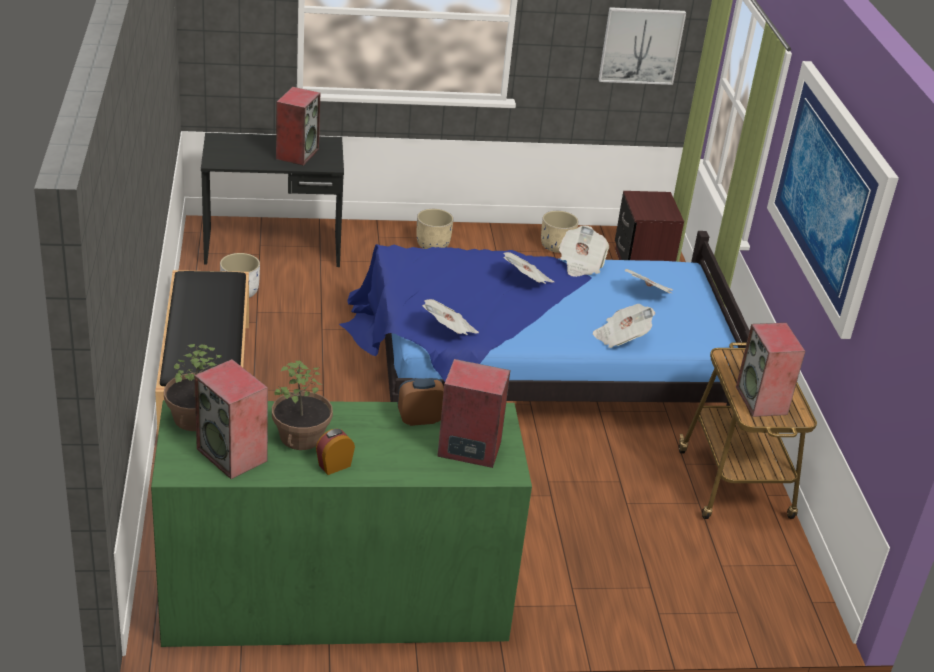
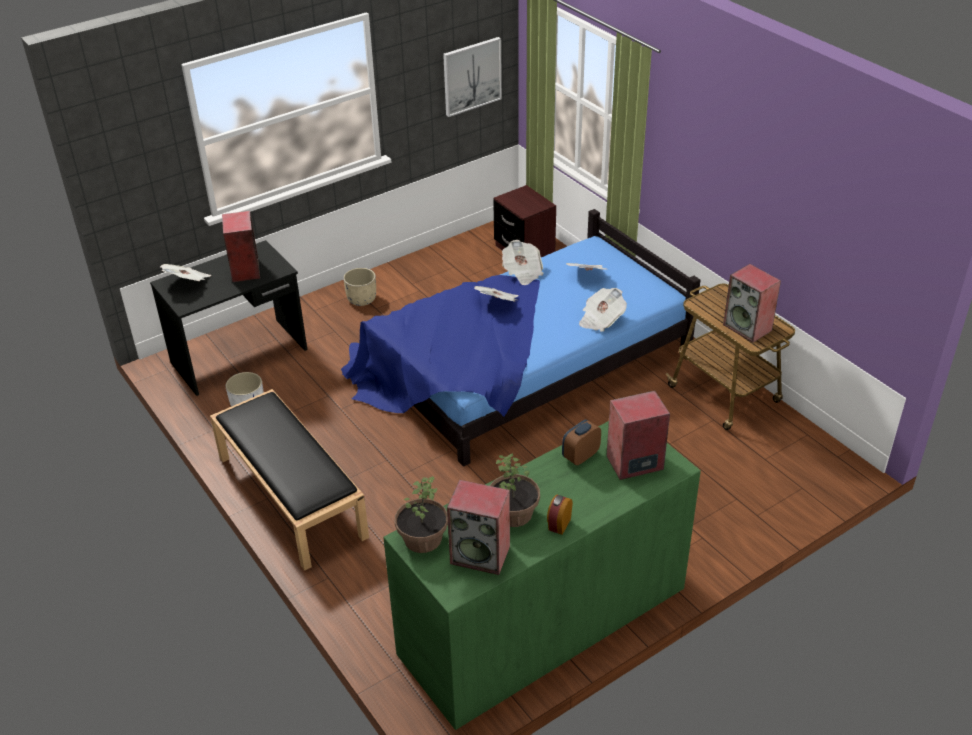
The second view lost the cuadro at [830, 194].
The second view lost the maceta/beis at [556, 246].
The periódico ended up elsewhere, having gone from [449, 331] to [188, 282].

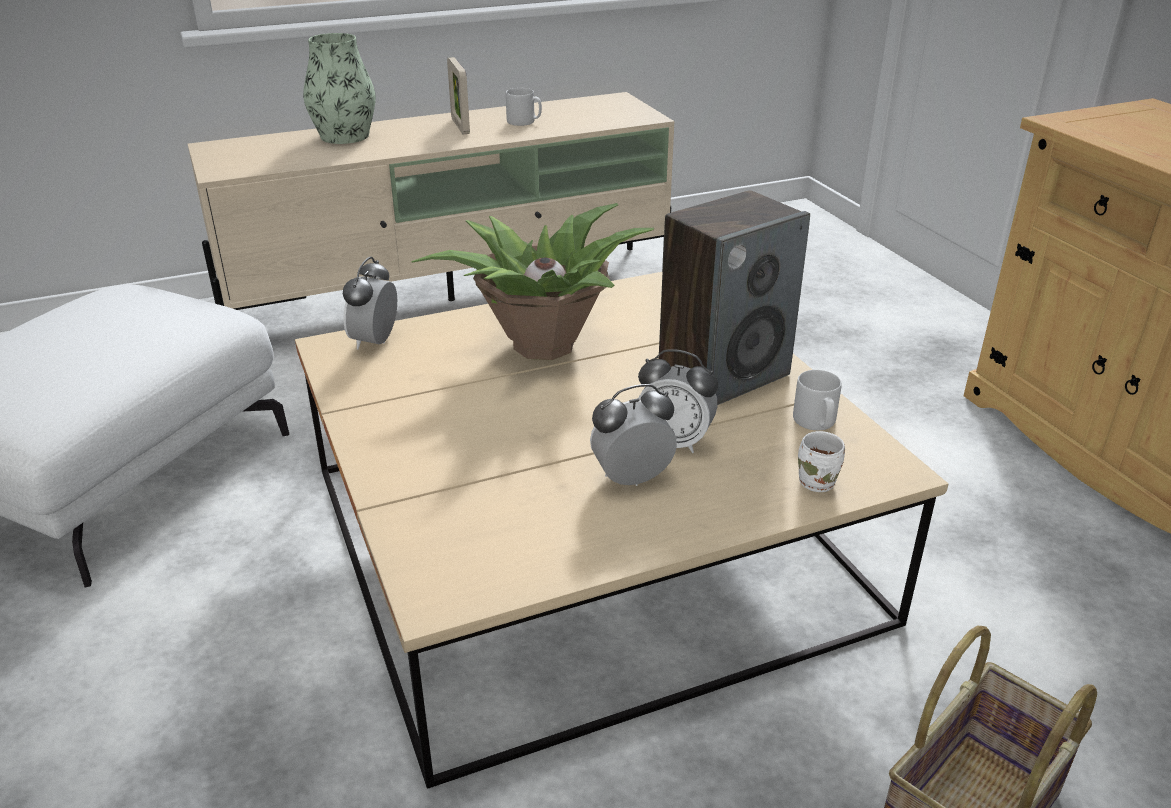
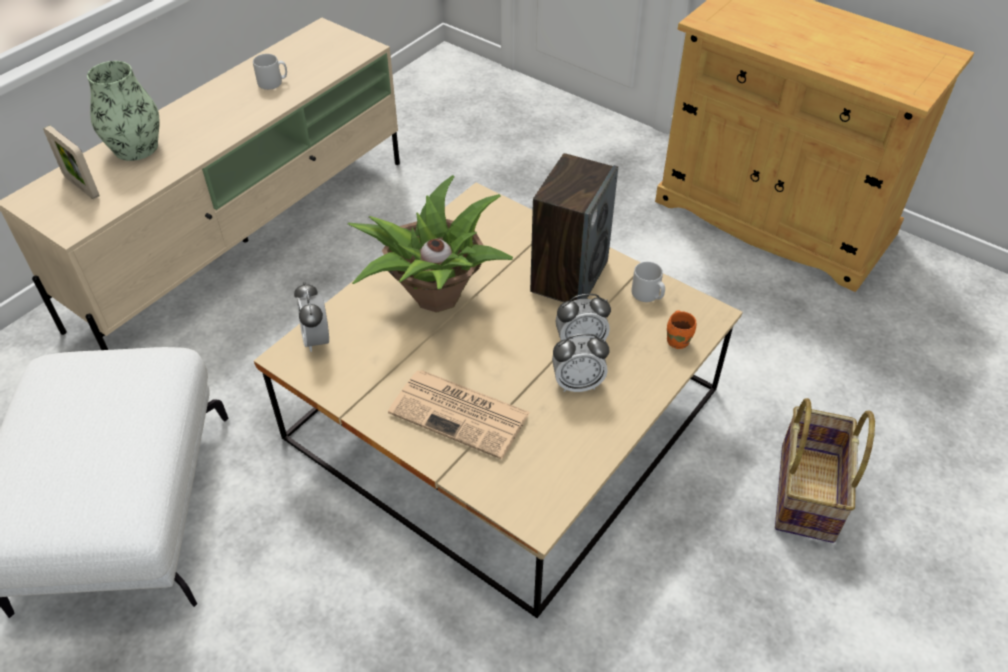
The portarretratos ended up elsewhere, having gone from [460, 126] to [81, 186].
The despertador at [632, 479] ended up facing another way, 135 degrees counterclockwise from before.
What was the taza grande/blanco at [819, 482] turned into the taza grande/naranja at [678, 340].
The second view gained the periódico at [461, 413].

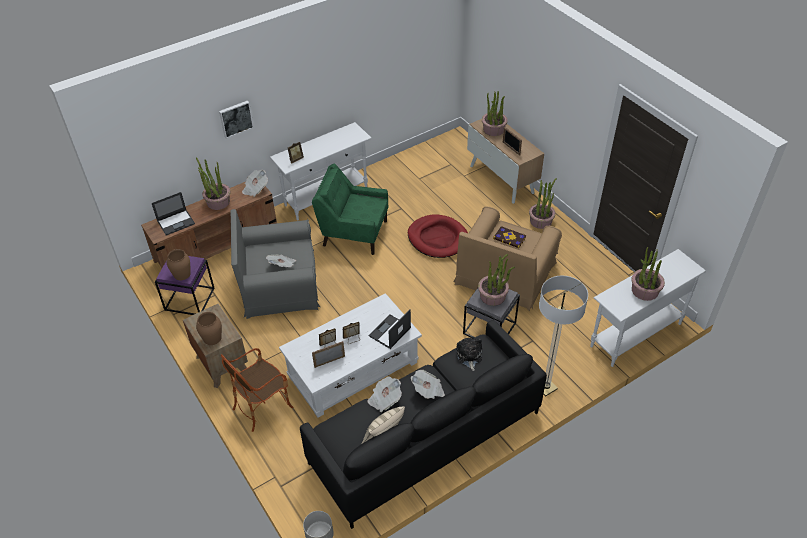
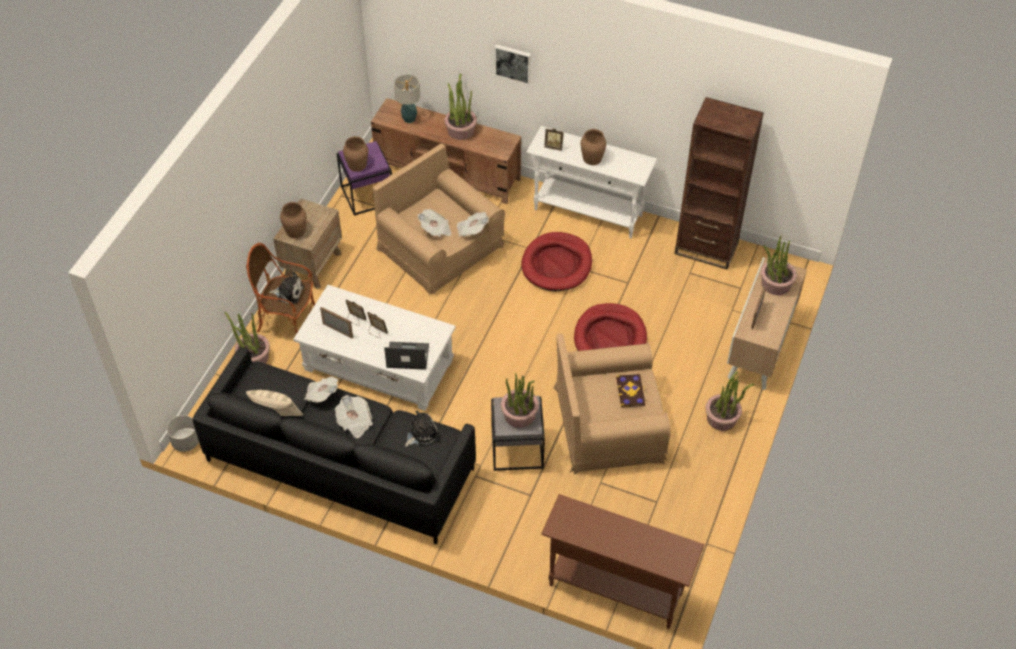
Where the sillón/verde stood at [354, 233], the cama para perro/rojo came to stand at [557, 264].
The periódico ended up elsewhere, having gone from [255, 189] to [472, 230].
Where the portátil stood at [176, 222], the lámpara de mesa came to stand at [409, 119].
What was the sillón/gris at [280, 283] turned into the sillón/marrón at [440, 247].
The planta en maceta ended up elsewhere, having gone from [644, 290] to [253, 357].
What was the mesa consola/blanco at [635, 335] turned into the mesa consola/marrón at [615, 589].
The second view lost the lámpara de pie at [546, 387].
The second view gained the estantería/marrón at [706, 248].
The second view gained the florero/marrón at [592, 158].
The second view gained the peluche at [288, 292].

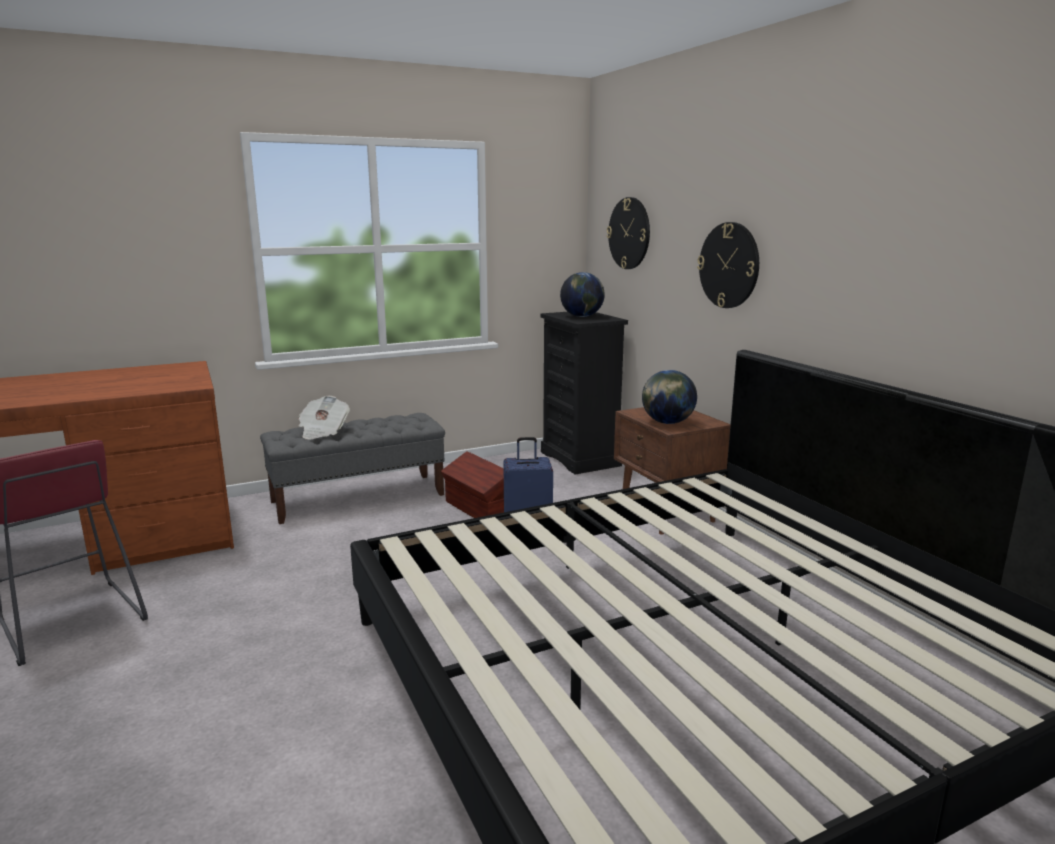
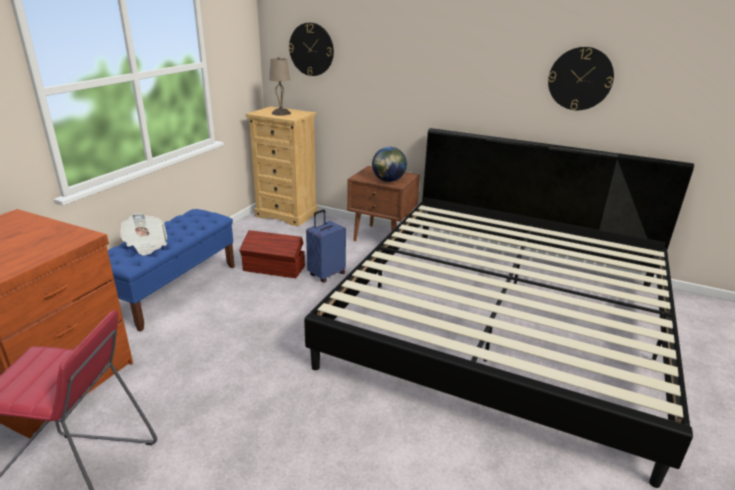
The reloj de pared ended up elsewhere, having gone from [729, 265] to [580, 79].
Where the globo terráqueo stood at [582, 316], the lámpara de mesa/beis came to stand at [281, 113].
What was the cómoda/negro at [580, 459] turned into the cómoda/beis at [287, 214].
What was the banco/gris at [359, 498] turned into the banco/azul at [173, 289].

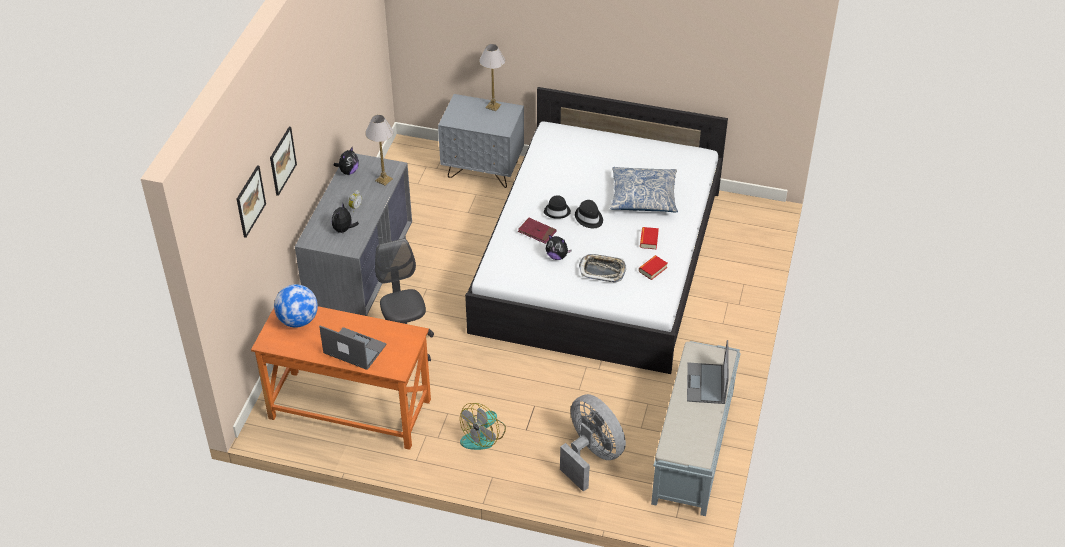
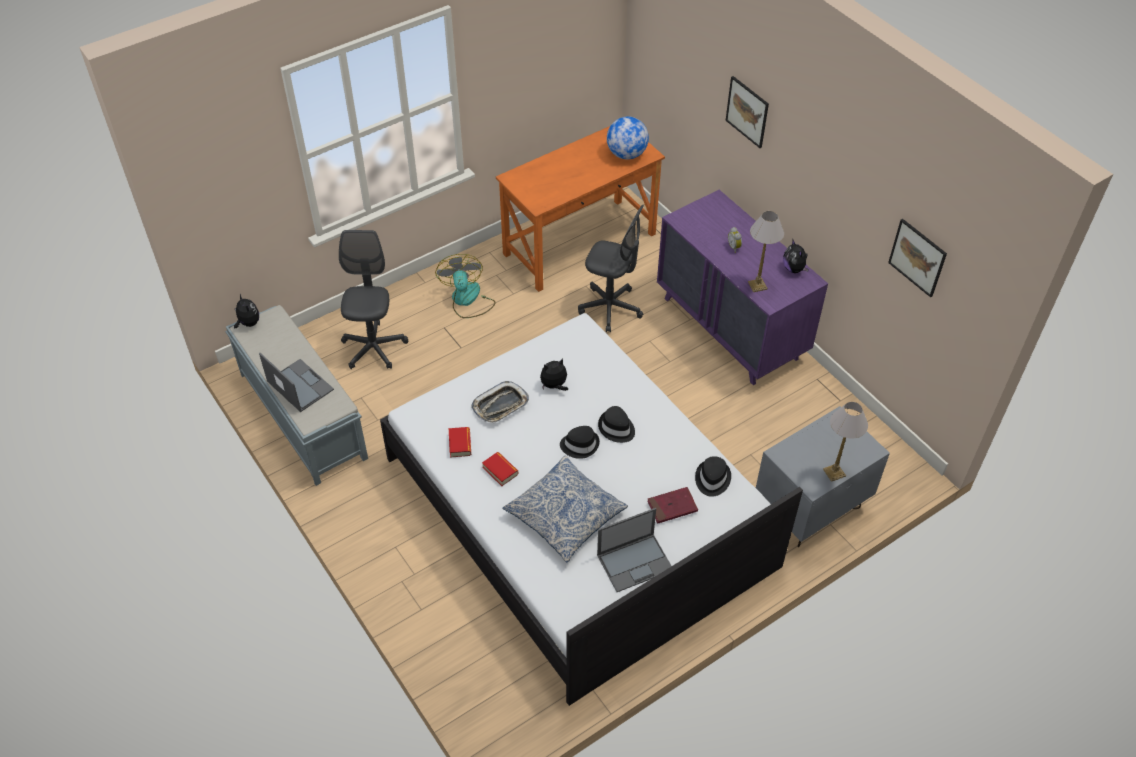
What was the cómoda/gris at [361, 275] turned into the cómoda/morado at [731, 329].
The cuadro ended up elsewhere, having gone from [250, 201] to [917, 257].
The peluche ended up elsewhere, having gone from [344, 229] to [248, 323].
The libro/rojo ended up elsewhere, having gone from [537, 232] to [672, 506].
The portátil ended up elsewhere, having gone from [354, 349] to [635, 562].
Where the ventilador/gris stood at [591, 456], the silla de oficina/gris came to stand at [374, 348].
The second view gained the sombrero/negro at [712, 479].

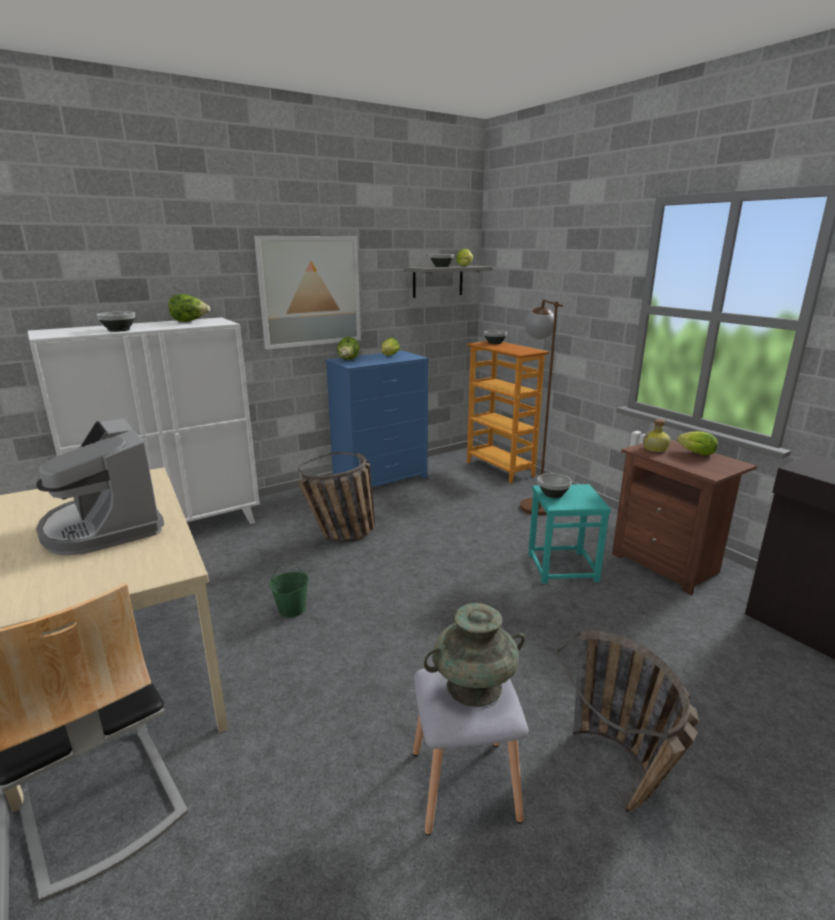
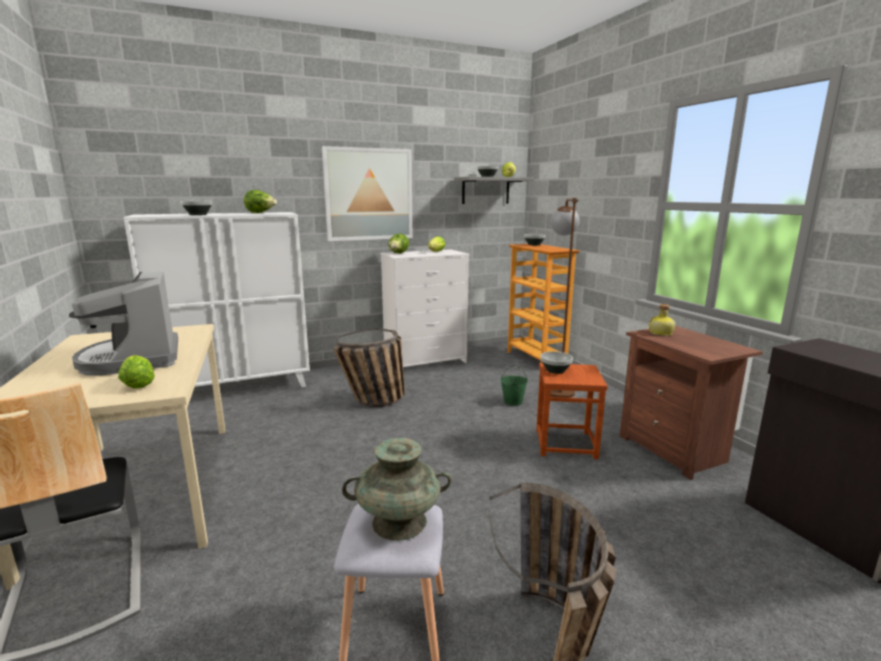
What was the cómoda/azul at [381, 479] turned into the cómoda/blanco at [426, 361].
The lechuga ended up elsewhere, having gone from [694, 453] to [138, 384].
What was the taburete/turquesa at [562, 567] turned into the taburete/marrón at [565, 443].
The cubo/verde ended up elsewhere, having gone from [292, 609] to [513, 401].

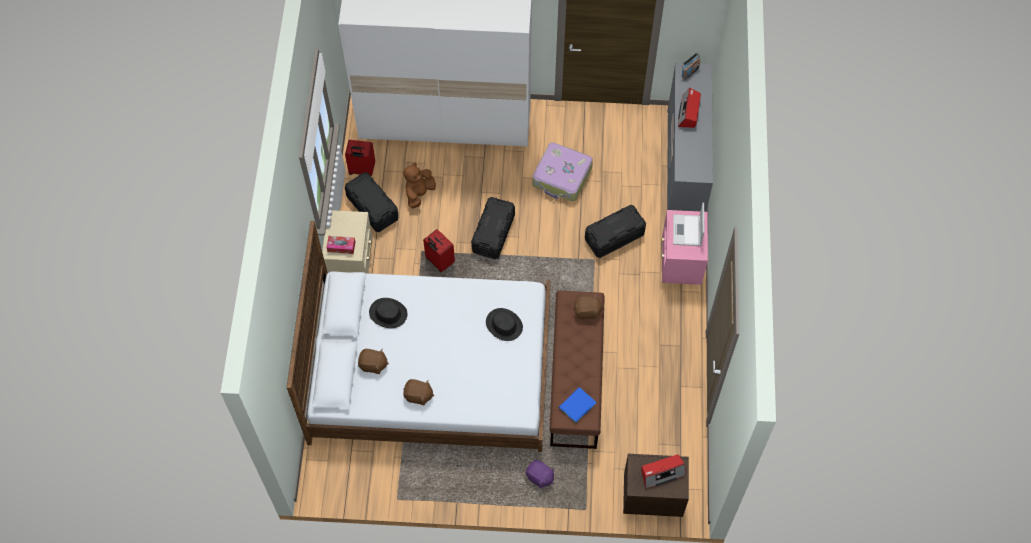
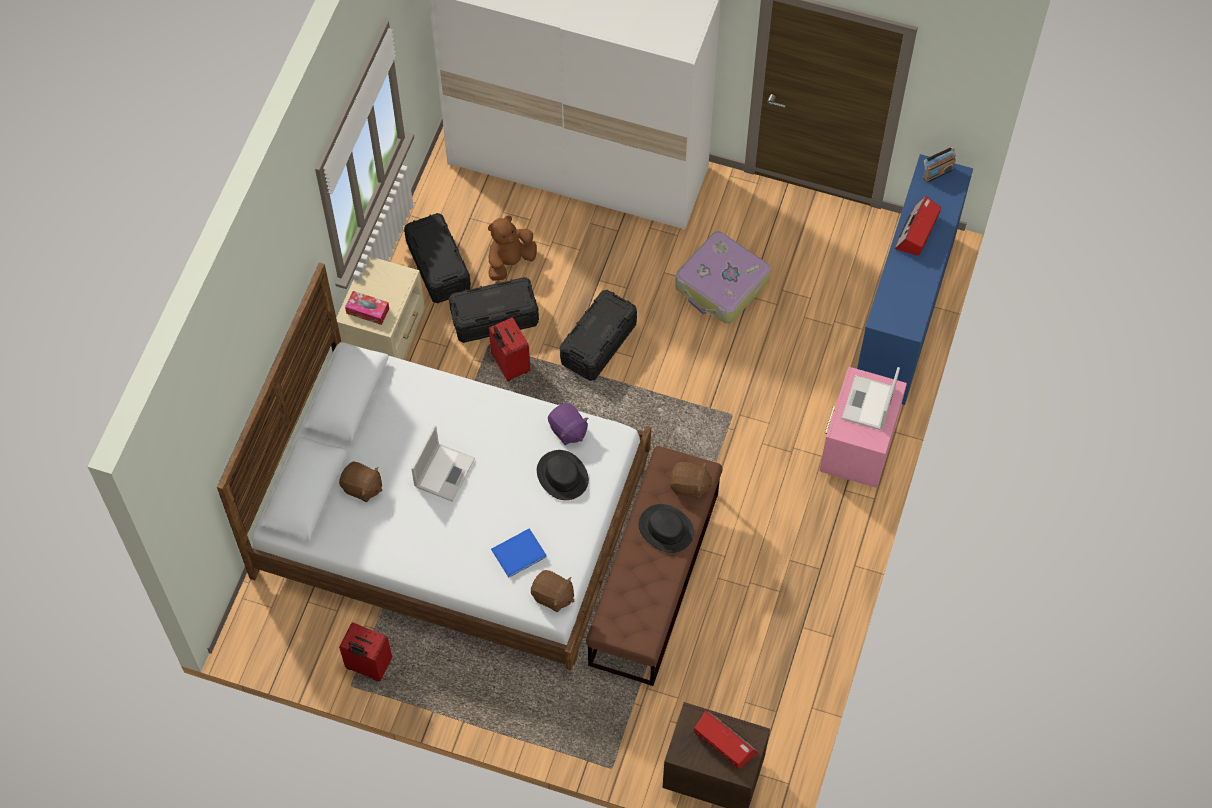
What was the cómoda/gris at [684, 168] turned into the cómoda/azul at [904, 313].
The maleta/rojo ended up elsewhere, having gone from [361, 170] to [368, 666].
The caja de almacenaje/negro ended up elsewhere, having gone from [614, 237] to [494, 318].
The sombrero/negro ended up elsewhere, having gone from [388, 313] to [666, 529].
The peluche/marrón ended up elsewhere, having gone from [418, 396] to [552, 596].
The libro/azul ended up elsewhere, having gone from [576, 405] to [517, 553].
The radio at [662, 473] ended up facing another way, 135 degrees counterclockwise from before.
The peluche/morado ended up elsewhere, having gone from [539, 477] to [567, 430].
The second view gained the portátil at [445, 471].

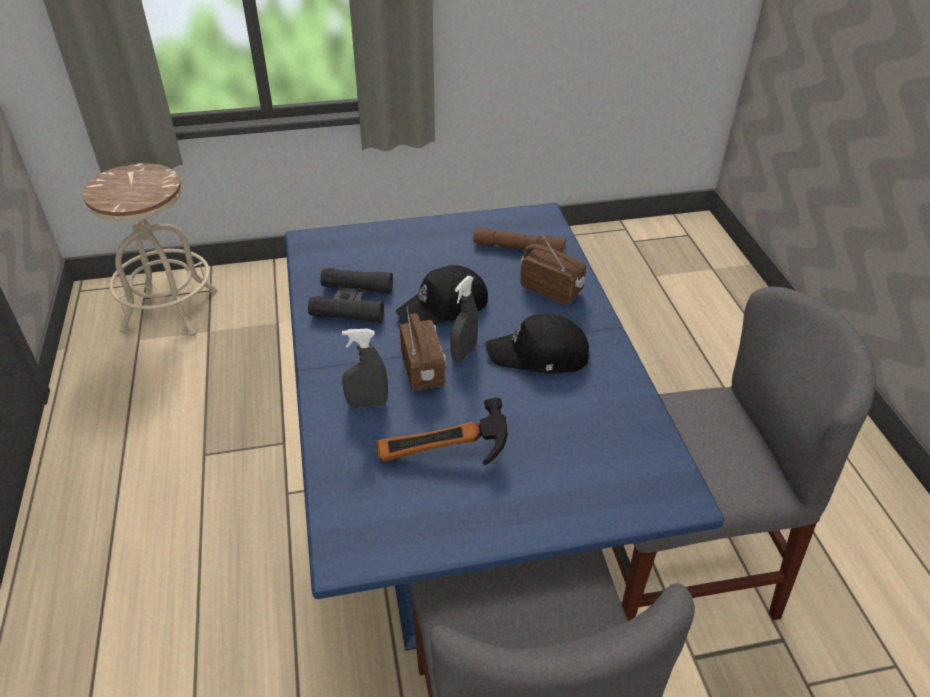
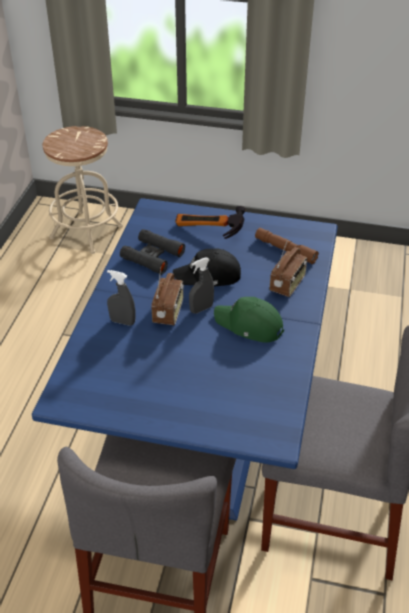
The radio at [551, 290] ended up facing another way, 60 degrees clockwise from before.
What was the gorra/negro at [539, 355] turned into the gorra/verde at [249, 325].
The martillo ended up elsewhere, having gone from [443, 459] to [208, 233].

